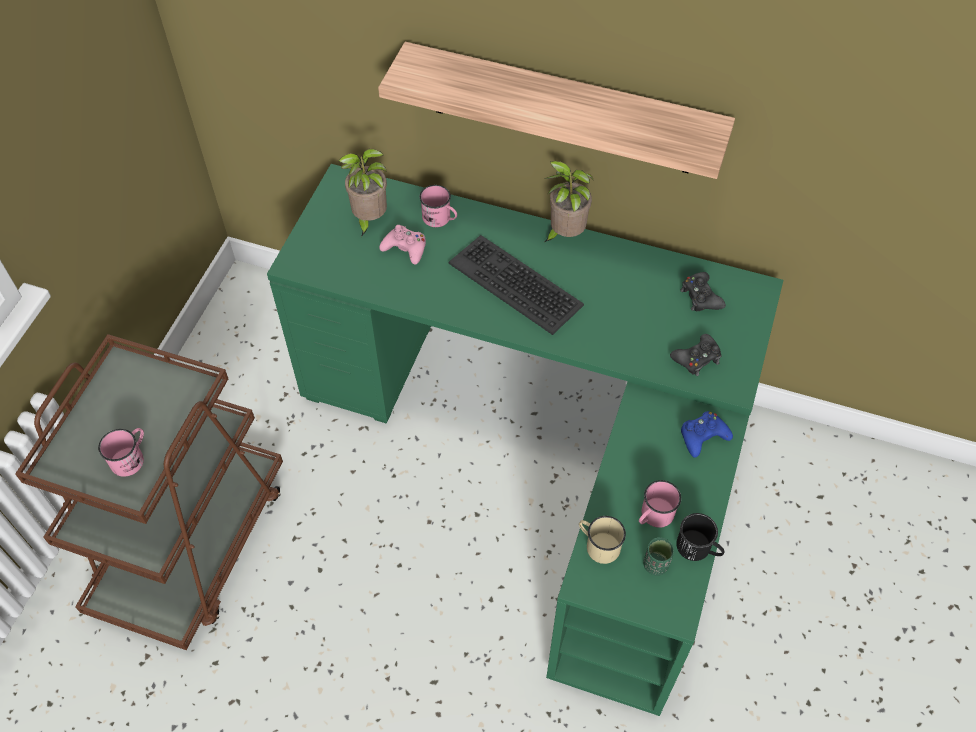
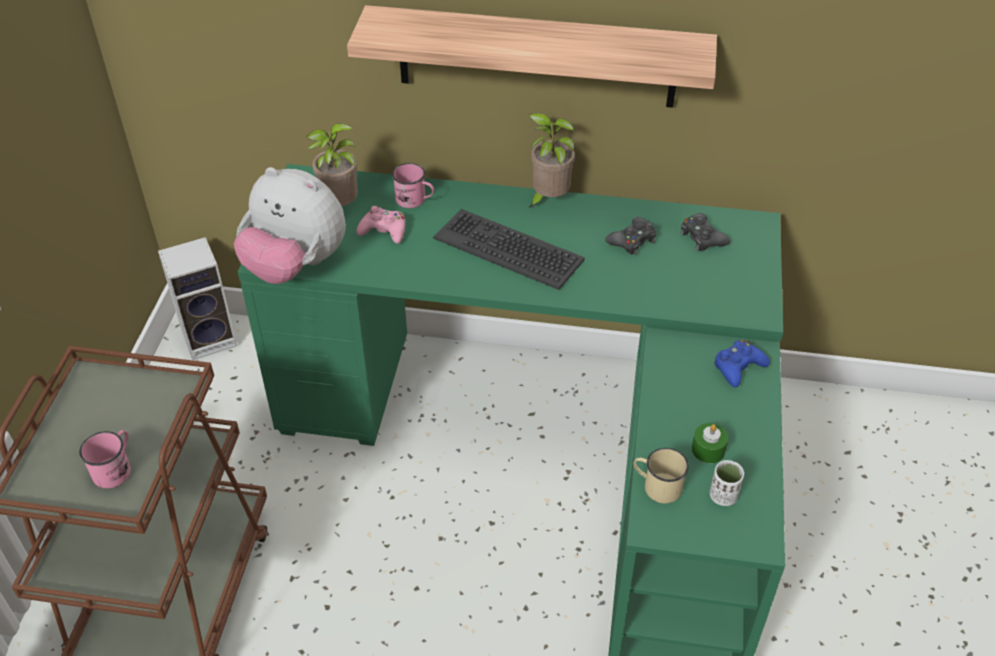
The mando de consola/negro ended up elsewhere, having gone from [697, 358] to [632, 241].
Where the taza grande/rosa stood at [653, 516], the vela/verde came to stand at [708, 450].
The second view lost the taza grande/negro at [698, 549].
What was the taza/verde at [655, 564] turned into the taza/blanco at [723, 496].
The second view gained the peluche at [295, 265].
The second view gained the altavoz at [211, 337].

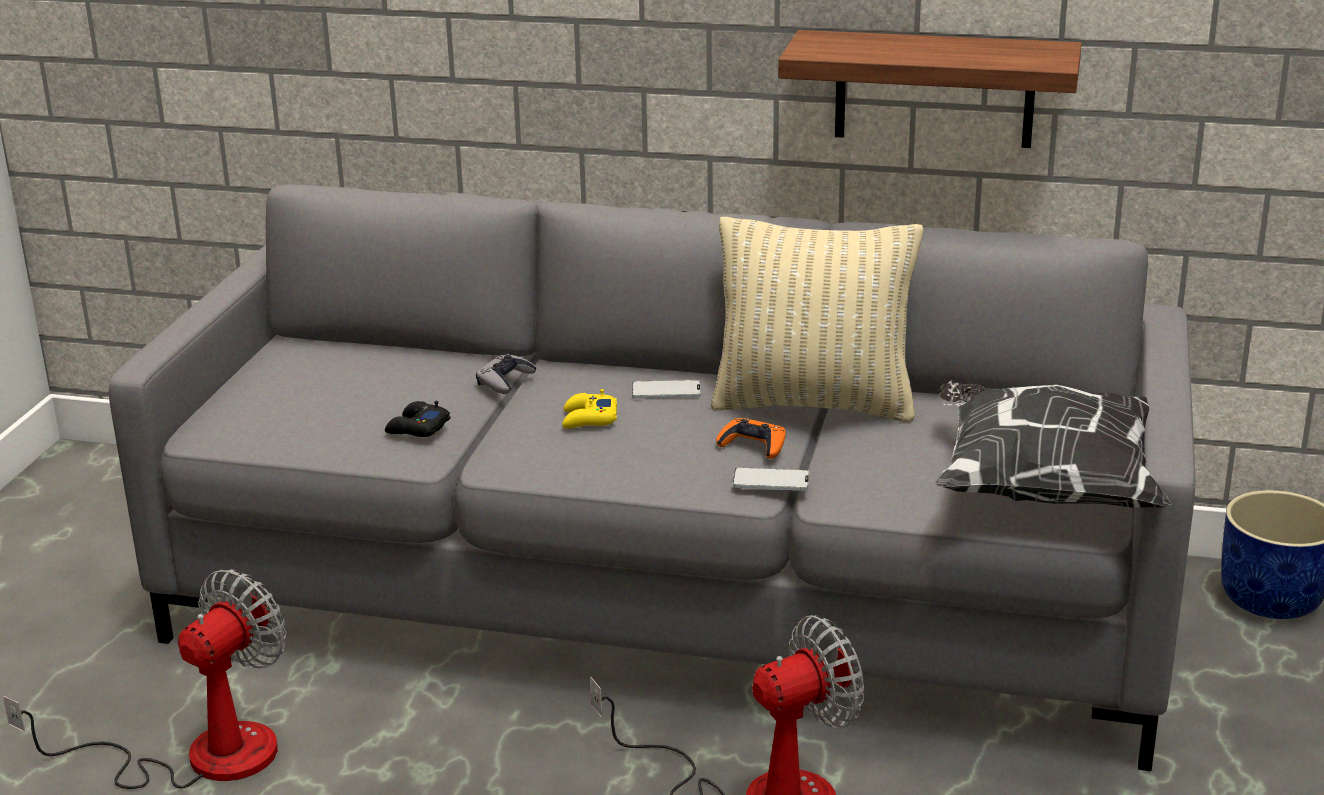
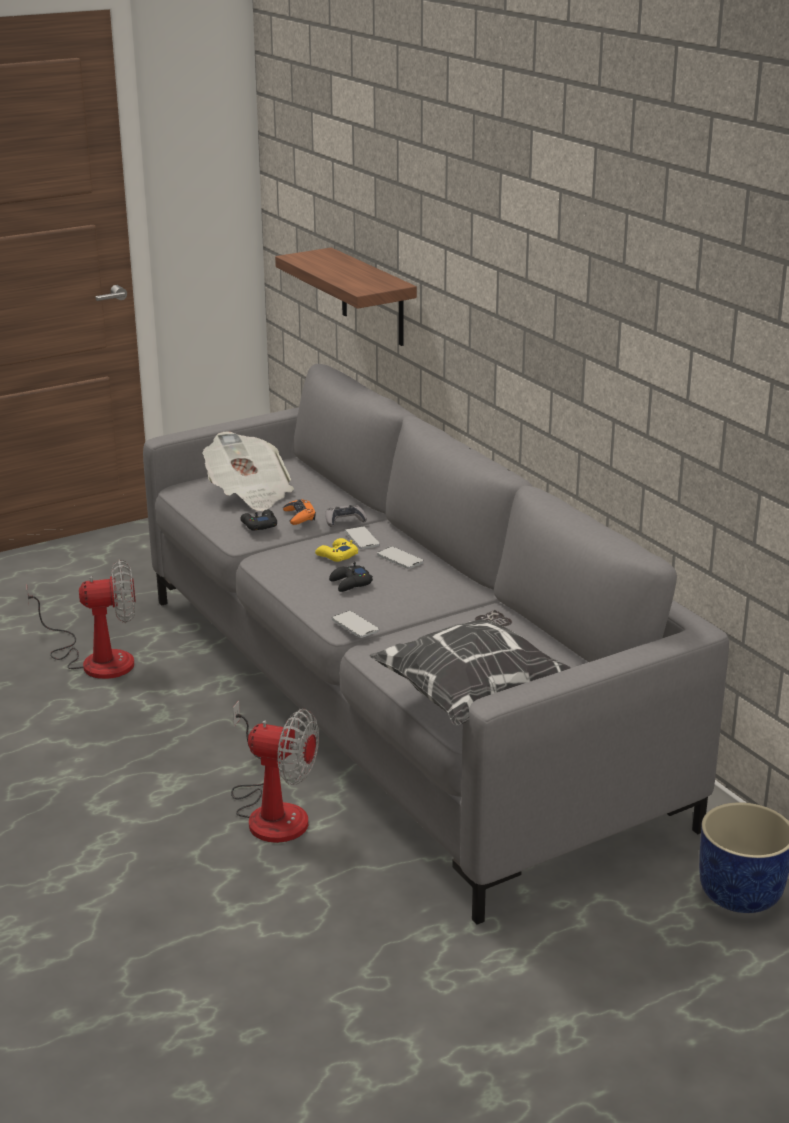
The estante ended up elsewhere, having gone from [934, 89] to [372, 298].
The second view lost the cojín/beis at [814, 404].
The mando de consola/naranja ended up elsewhere, having gone from [753, 445] to [299, 516].
The second view gained the periódico at [249, 493].
The second view gained the móvil at [362, 539].
The second view gained the mando de consola/negro at [350, 583].

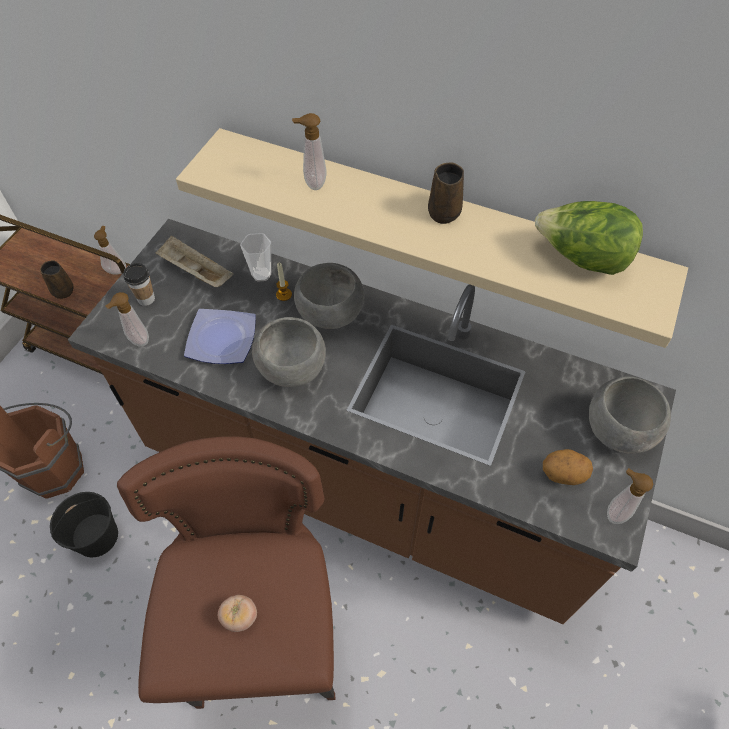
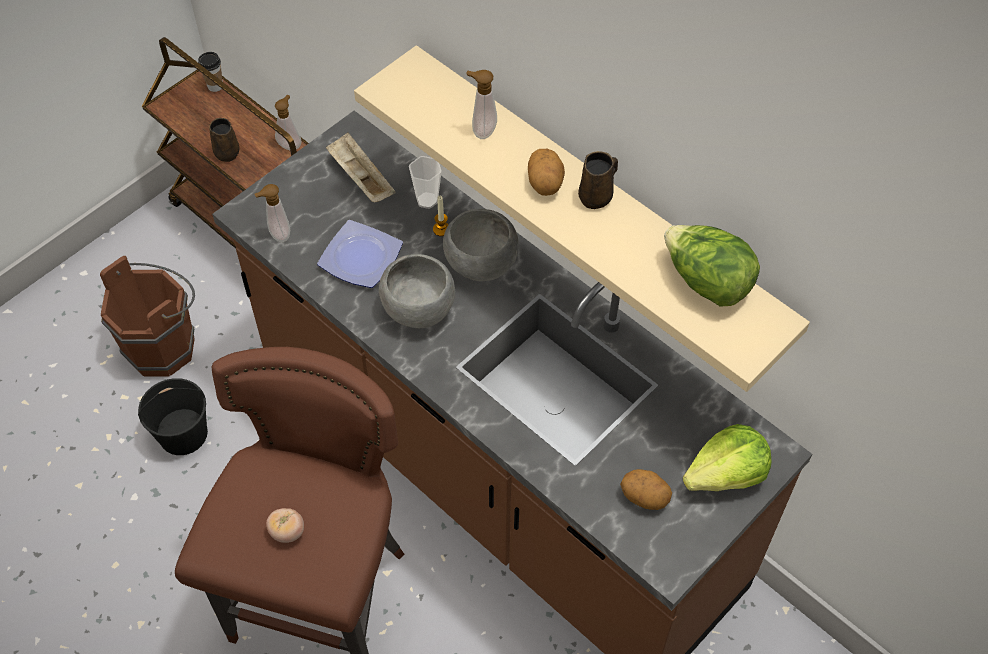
The taza ended up elsewhere, having gone from [146, 299] to [215, 86].
Where the cuenco/gris stood at [619, 430], the lechuga came to stand at [726, 474].
The second view lost the dispensador de jabón at [615, 511].
The second view gained the patata at [545, 183].

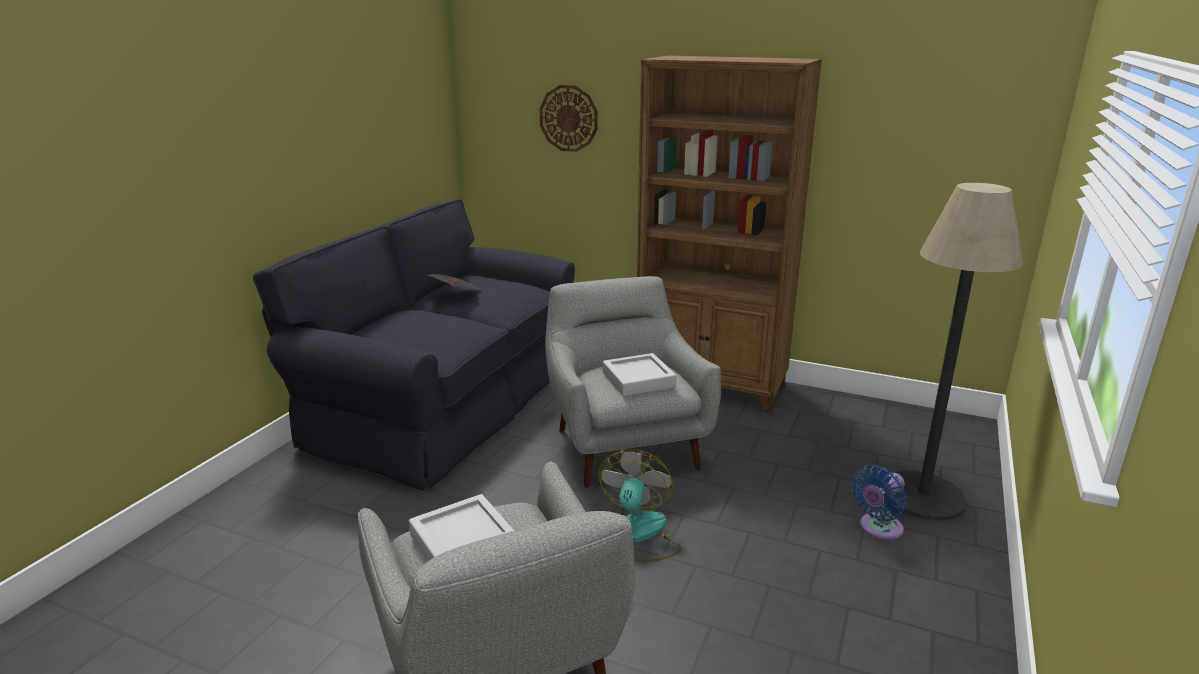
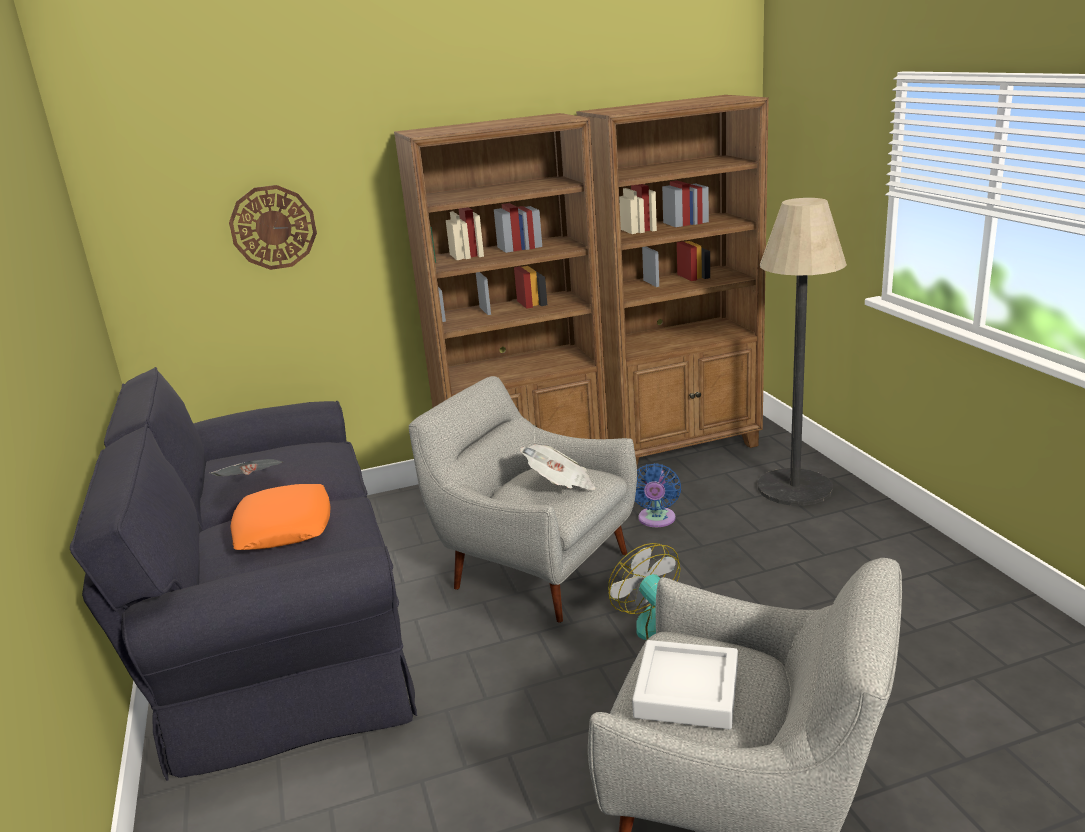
Where the bandeja/gris stood at [638, 380], the periódico came to stand at [560, 485].
The ventilador/azul ended up elsewhere, having gone from [878, 529] to [656, 520].
The second view gained the estantería/marrón at [680, 447].
The second view gained the cojín/naranja at [283, 526].

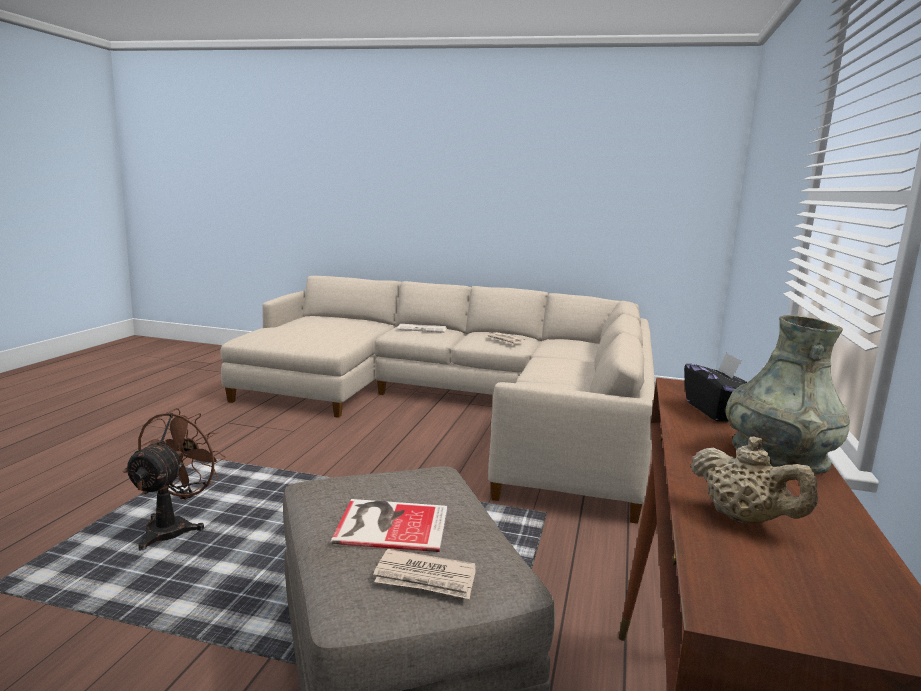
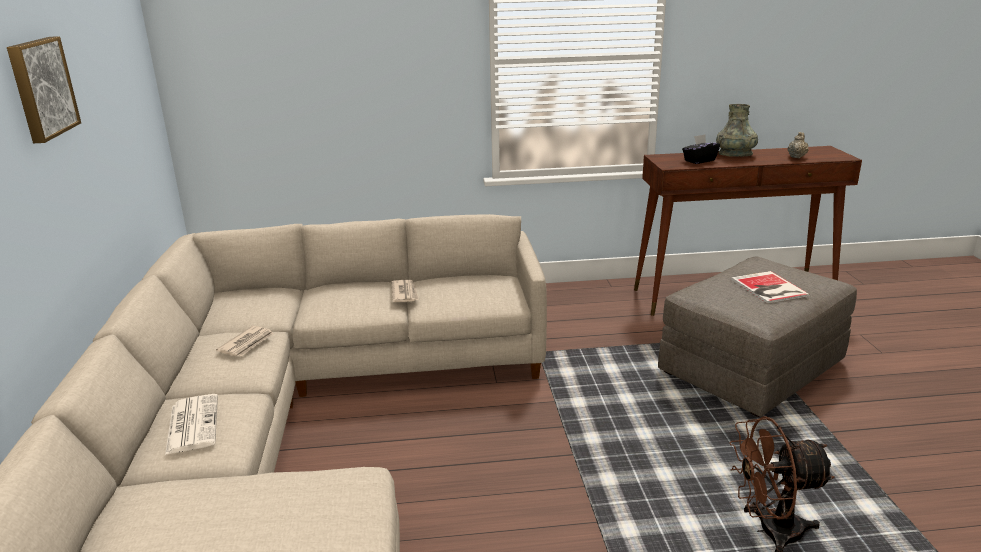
The periódico ended up elsewhere, having gone from [426, 578] to [405, 293].
The second view gained the cuadro at [41, 88].

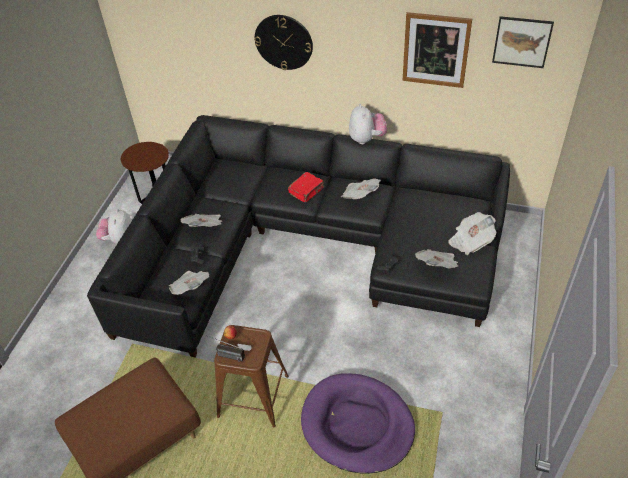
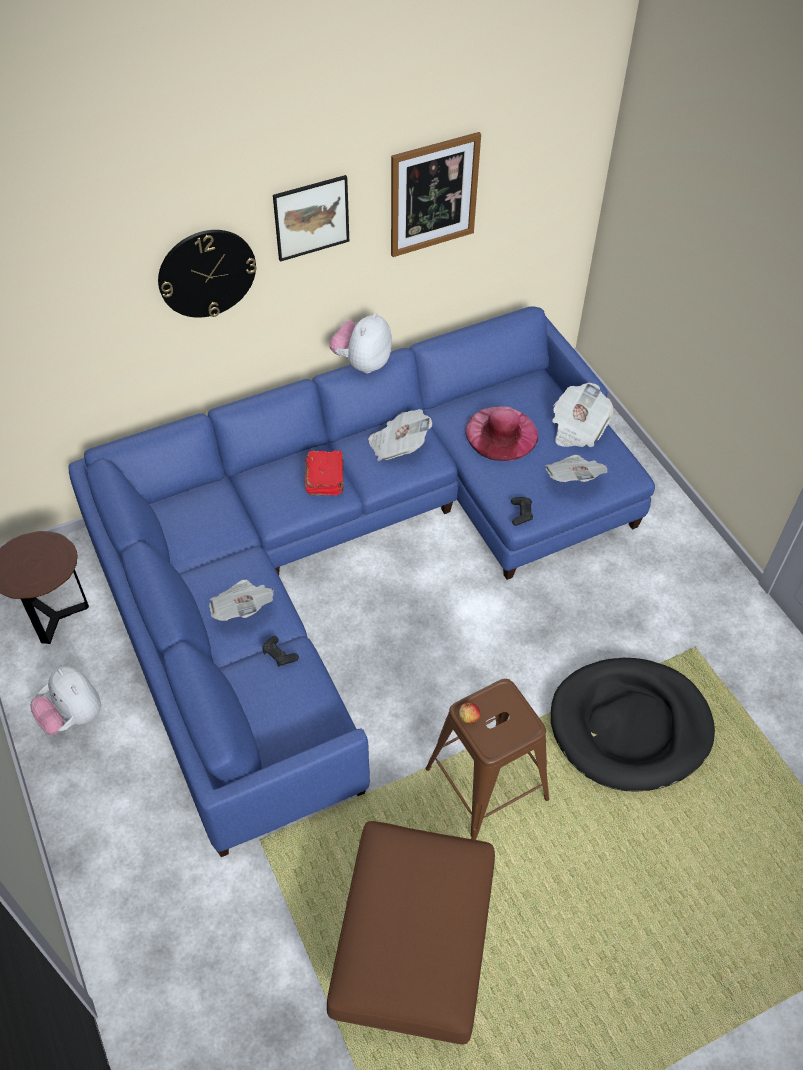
The cuadro ended up elsewhere, having gone from [522, 42] to [311, 217].
The peluche at [366, 139] ended up facing another way, 105 degrees counterclockwise from before.
What was the sofá/negro at [307, 245] turned into the sofá/azul at [351, 555].
The second view lost the periódico at [190, 288].
The second view lost the radio at [224, 355].
What was the cama para perro/morado at [357, 425] turned into the cama para perro/negro at [630, 727].
The second view gained the sombrero/rosa at [501, 433].

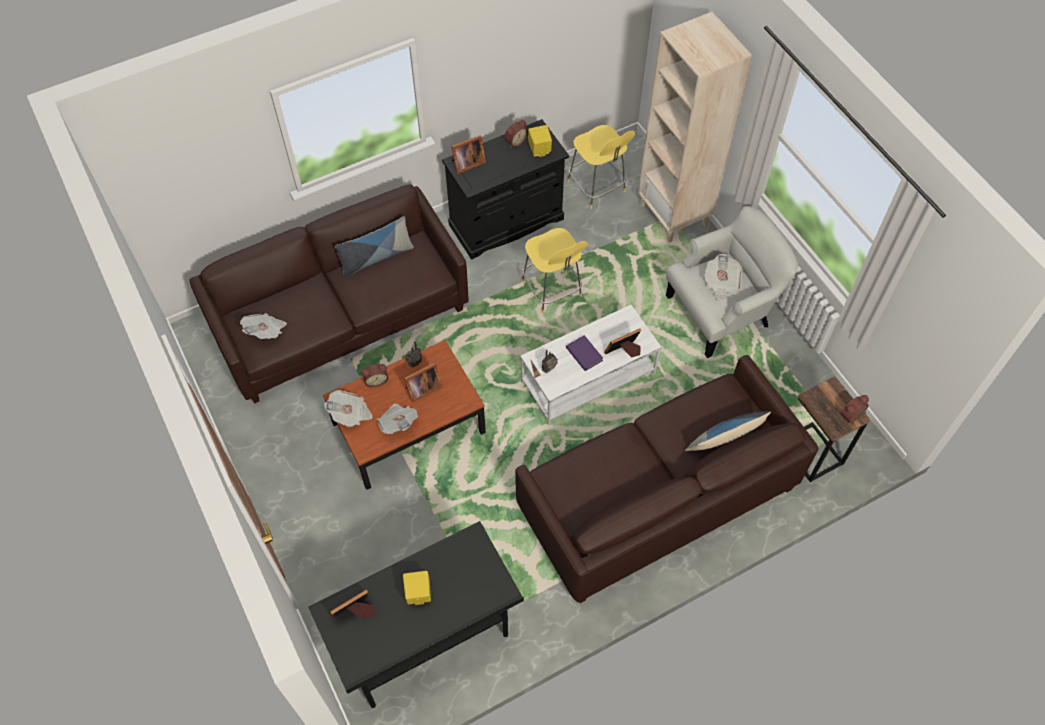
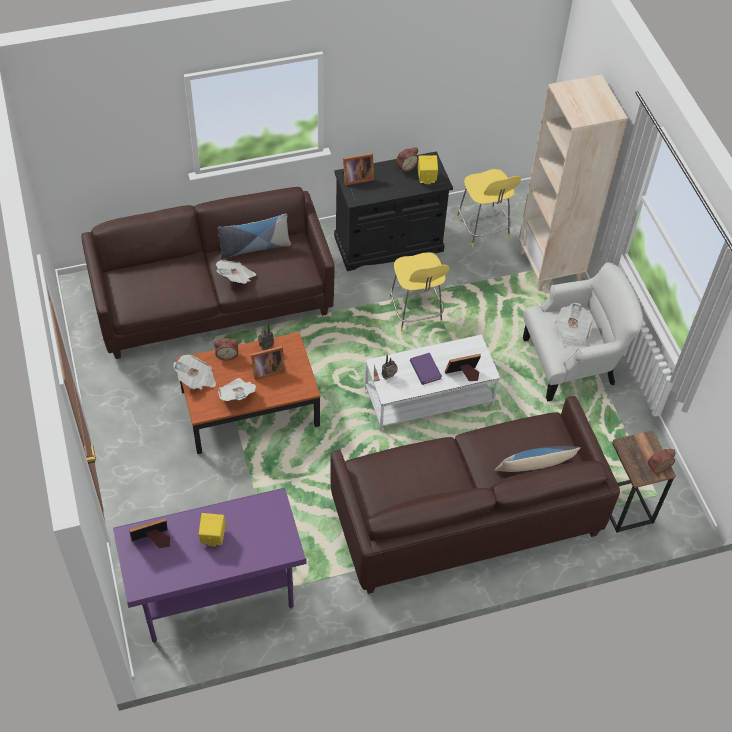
The periódico ended up elsewhere, having gone from [266, 331] to [236, 278].
What was the escritorio/negro at [426, 641] turned into the escritorio/morado at [217, 596].

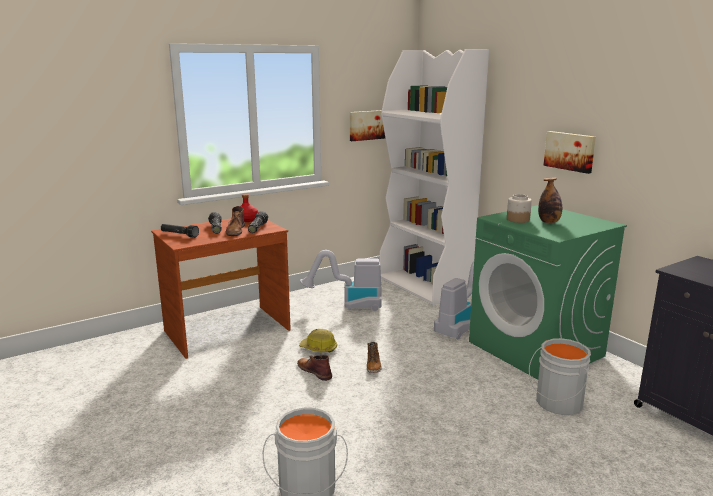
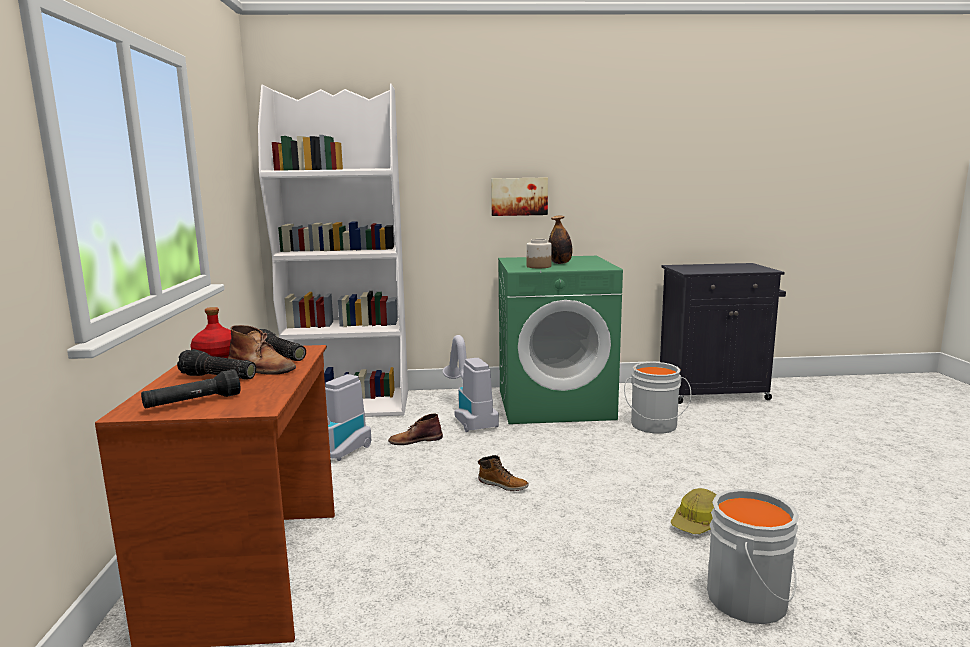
The second view lost the cuadro at [367, 125].
The casco ended up elsewhere, having gone from [318, 348] to [698, 523].
The bota/marrón ended up elsewhere, having gone from [314, 371] to [415, 440].

